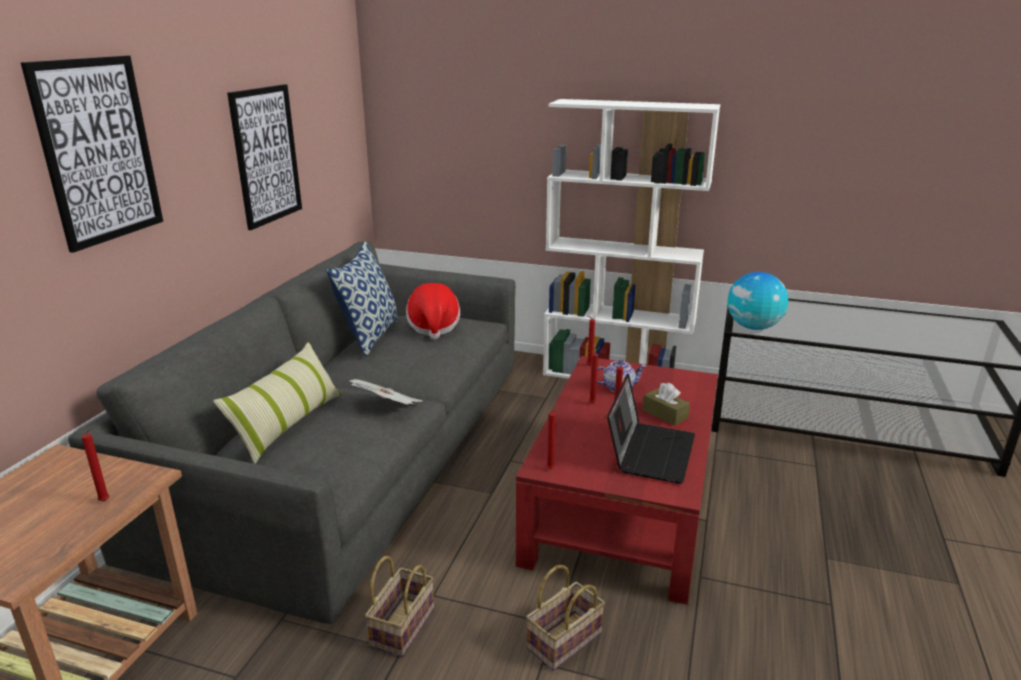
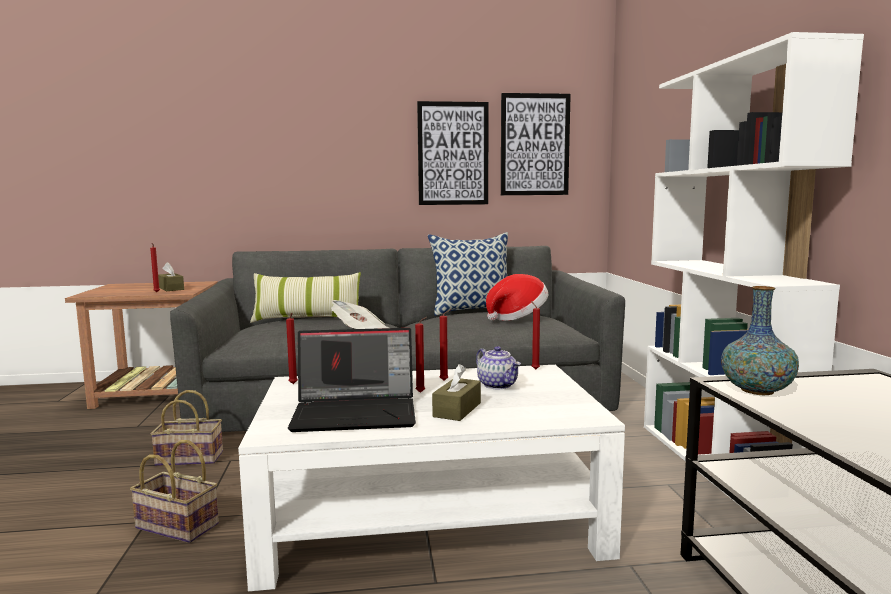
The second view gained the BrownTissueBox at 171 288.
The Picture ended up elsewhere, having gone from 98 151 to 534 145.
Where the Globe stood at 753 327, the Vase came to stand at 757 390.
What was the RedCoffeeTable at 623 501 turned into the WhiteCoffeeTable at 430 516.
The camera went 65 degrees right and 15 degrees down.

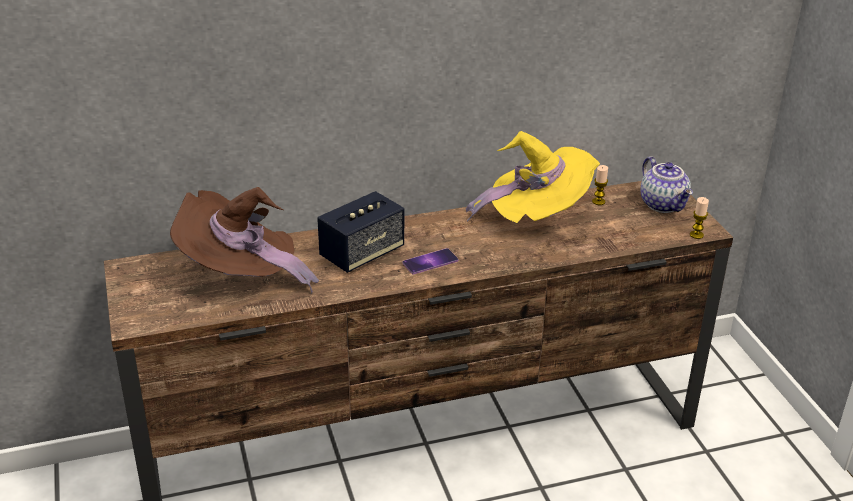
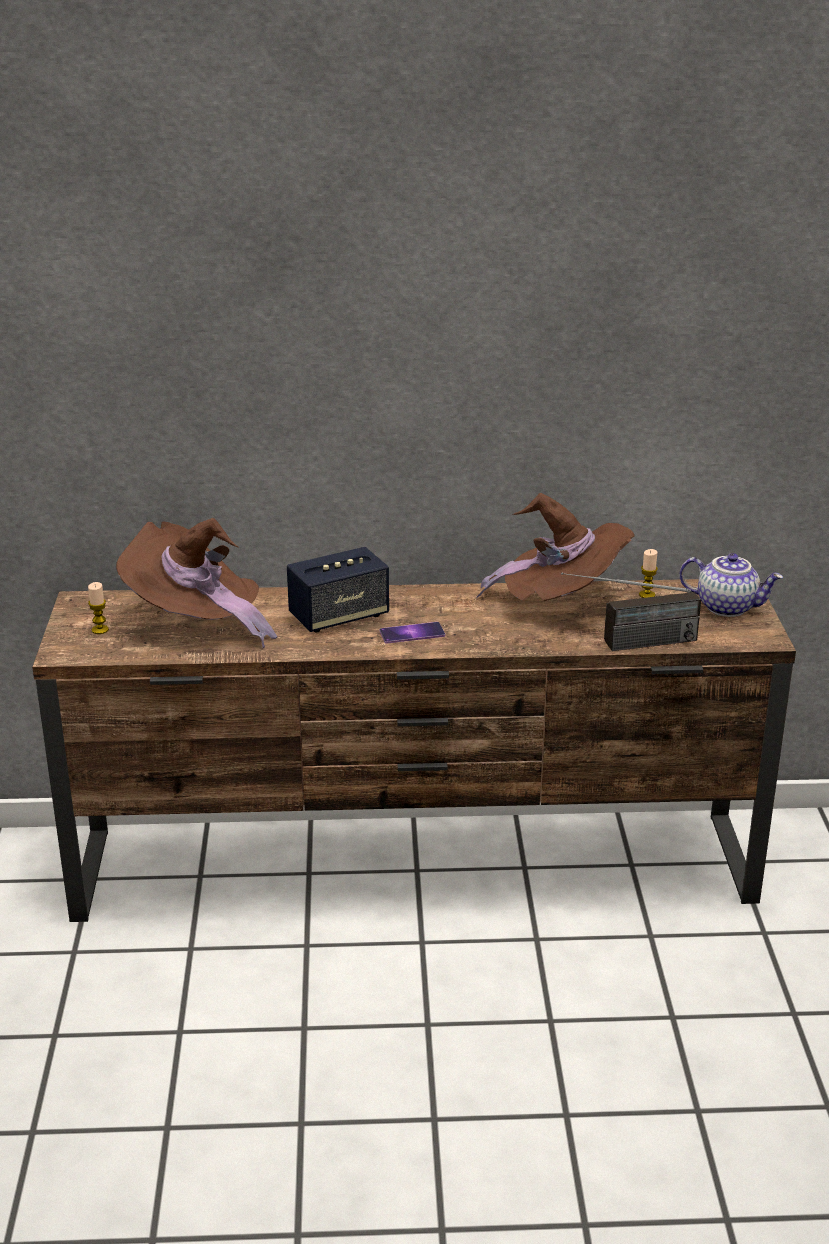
The second view gained the Radio at 628 644.
The Candle ended up elsewhere, having gone from 696 235 to 100 630.
What was the YellowHat at 537 217 turned into the BrownHat at 562 602.
The Teapot at 664 205 ended up facing another way, 60 degrees counterclockwise from before.
The camera went 15 degrees right and 5 degrees down.

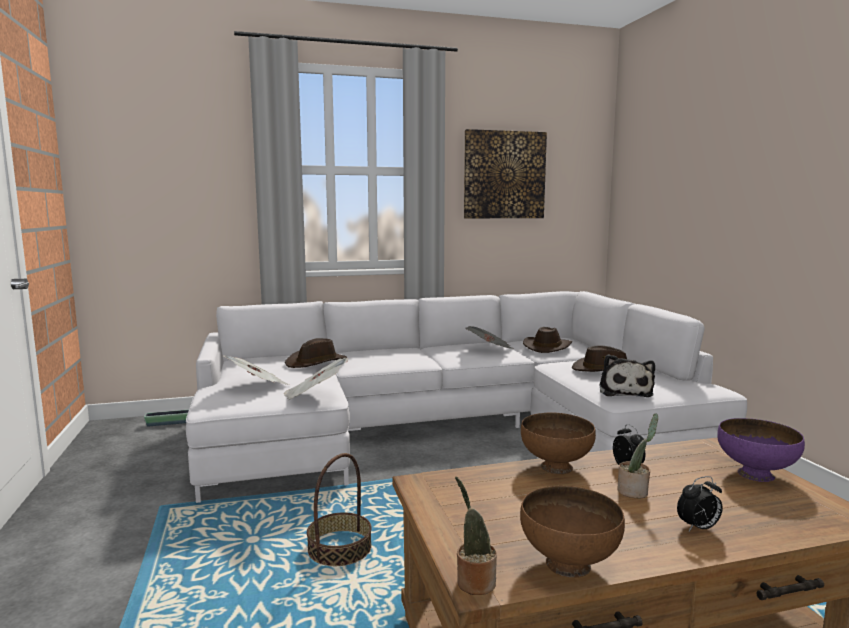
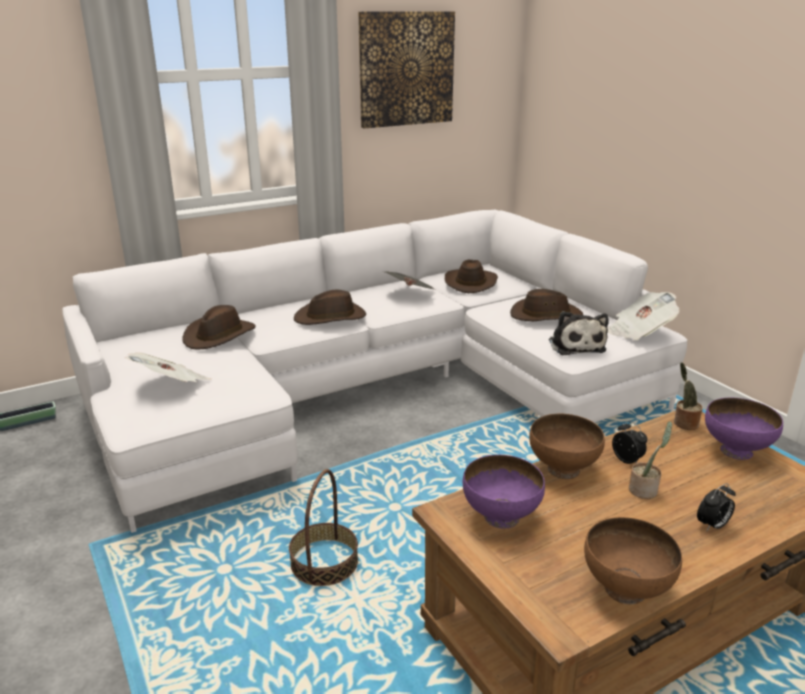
The second view gained the BrownHat at 330 317.
The second view gained the PurpleBowl at 500 517.
The Newspaper ended up elsewhere, having gone from 314 395 to 639 332.
The PottedPlant ended up elsewhere, having gone from 473 581 to 684 423.
The camera went 15 degrees left and 15 degrees up.

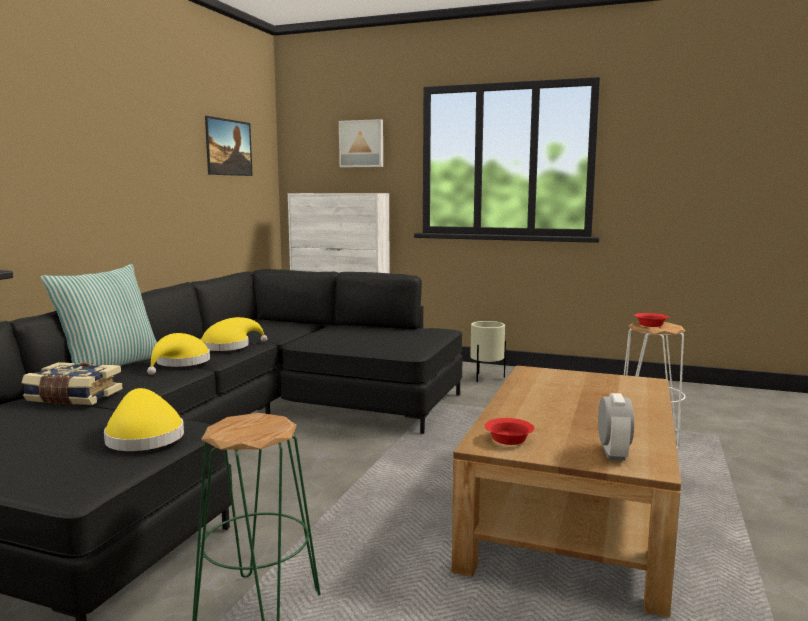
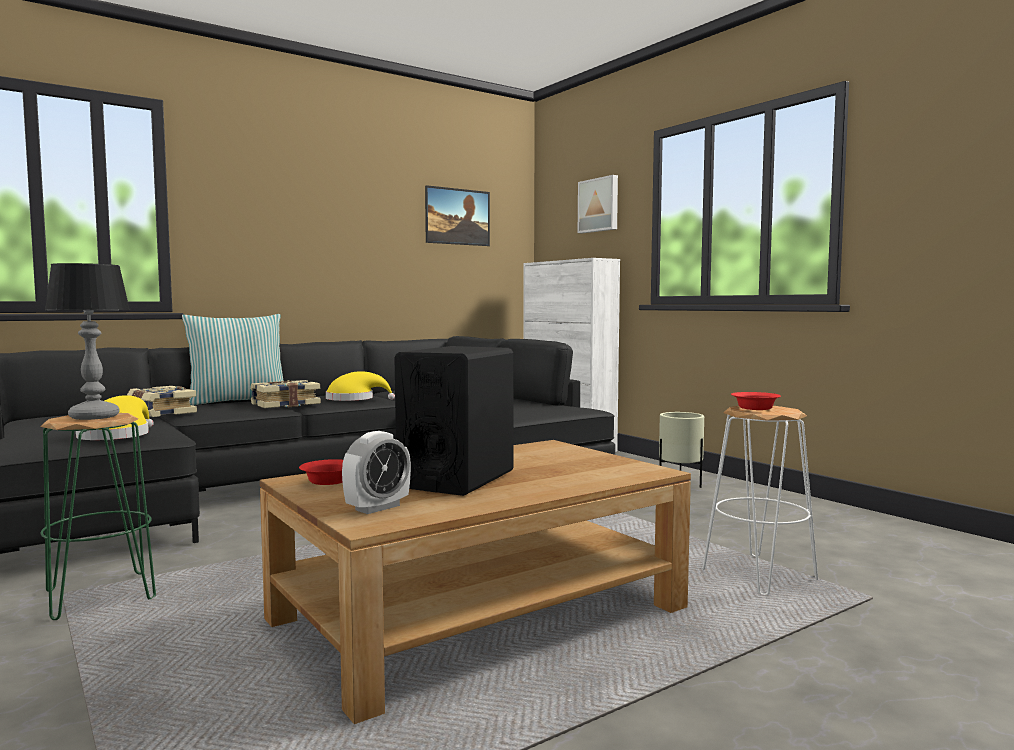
The second view gained the TableLamp at 93 417.
The second view gained the BlackSpeaker at 457 479.
Where the YellowHat stood at 180 363, the Book came to stand at 285 404.
The camera went 35 degrees right and 5 degrees down.

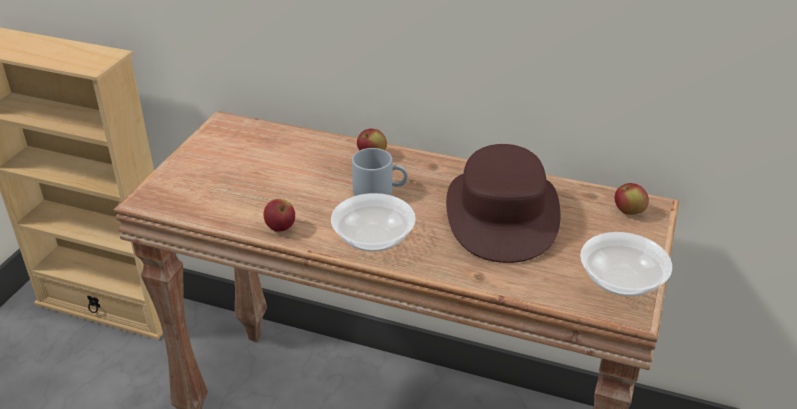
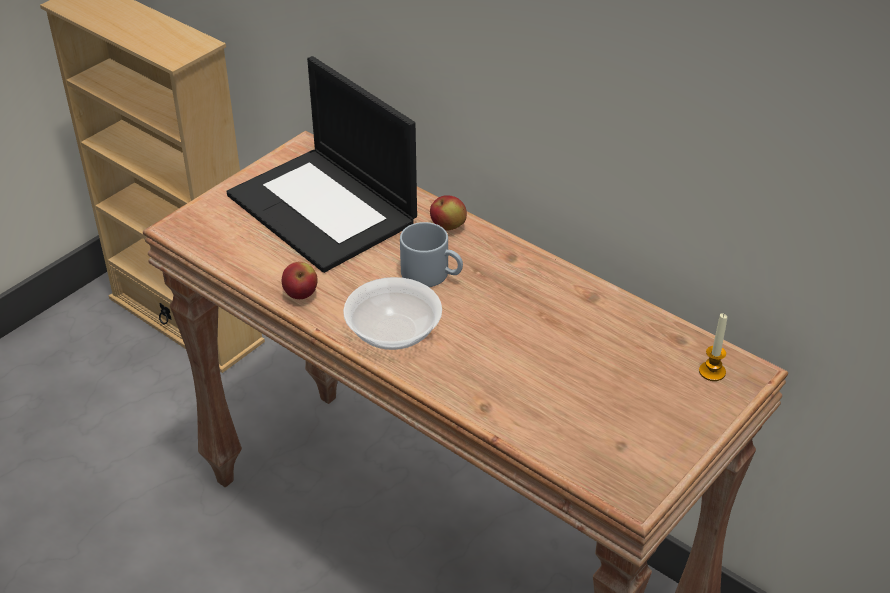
The second view lost the BrownHat at 501 214.
The second view lost the Bowl at 621 280.
The second view gained the Laptop at 324 209.
Where the Apple stood at 628 212, the Candle came to stand at 712 372.
The camera went 20 degrees right and 5 degrees up.

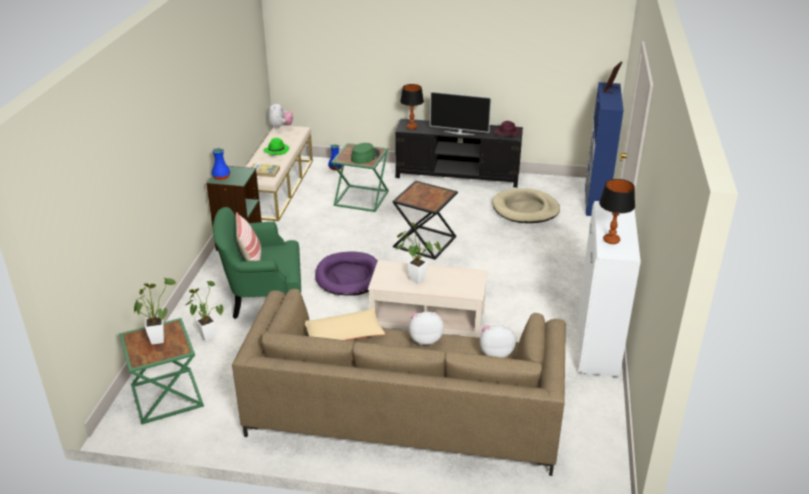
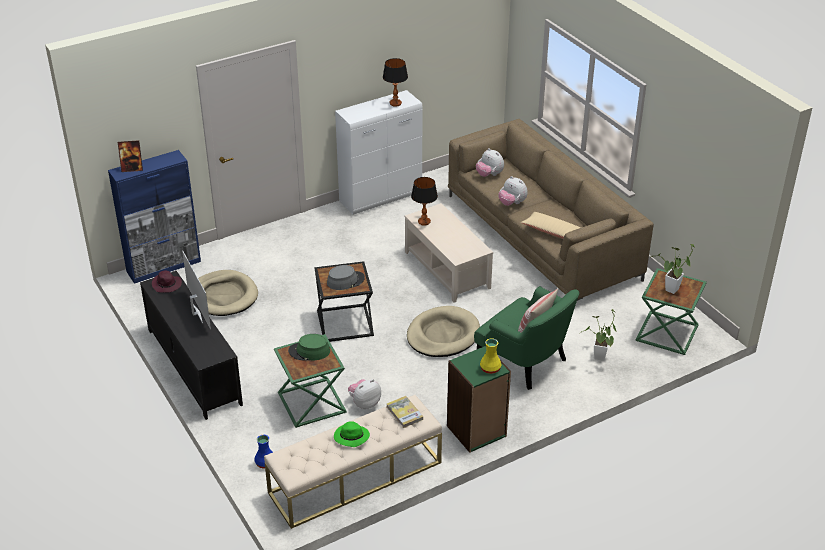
The second view lost the PottedPlant at 414 278.
The second view gained the GreyHat at 345 281.
The PlushToy ended up elsewhere, having gone from 280 127 to 364 403.
The TableLamp ended up elsewhere, having gone from 411 127 to 424 222.
What was the BlueVase at 221 177 turned into the YellowVase at 490 368.
What was the PurpleDogBed at 349 276 turned into the BeigeDogBed at 443 335.
The camera went 130 degrees left and 5 degrees up.

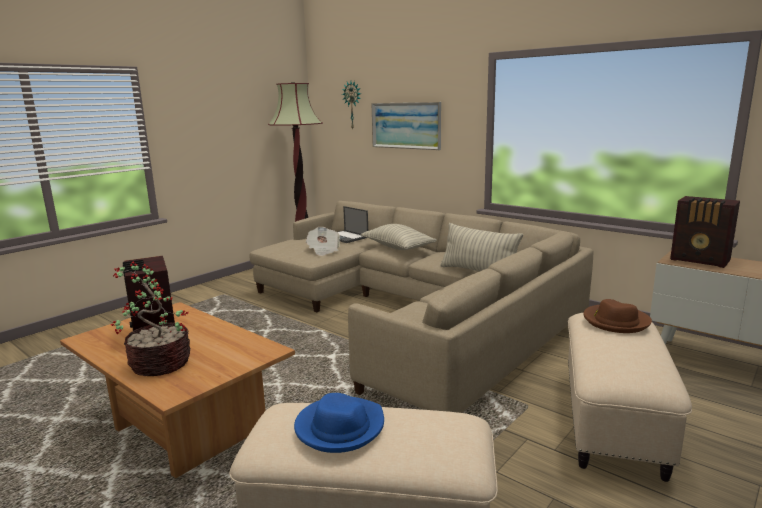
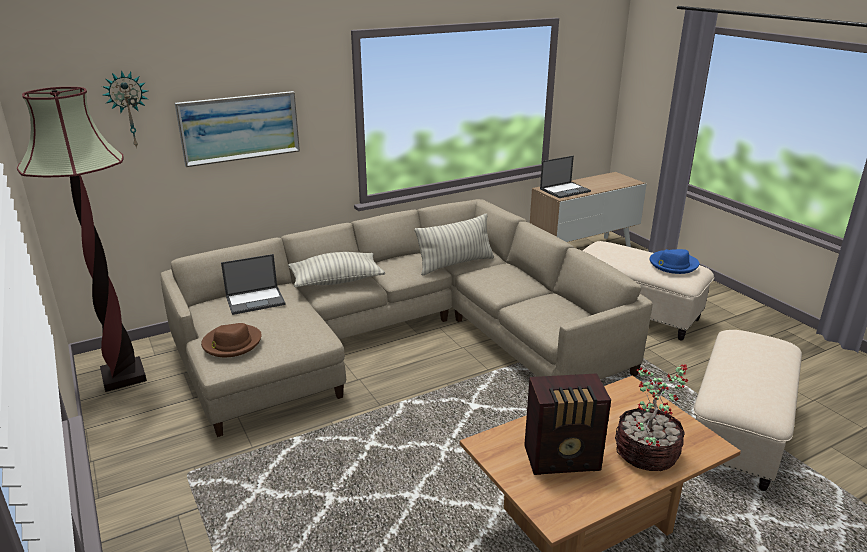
The second view lost the Newspaper at 323 250.
The BlueHat ended up elsewhere, having gone from 339 427 to 673 264.
The BrownHat ended up elsewhere, having gone from 615 321 to 231 343.
Where the Radio stood at 701 260, the Laptop came to stand at 565 190.
The camera went 70 degrees left and 10 degrees up.

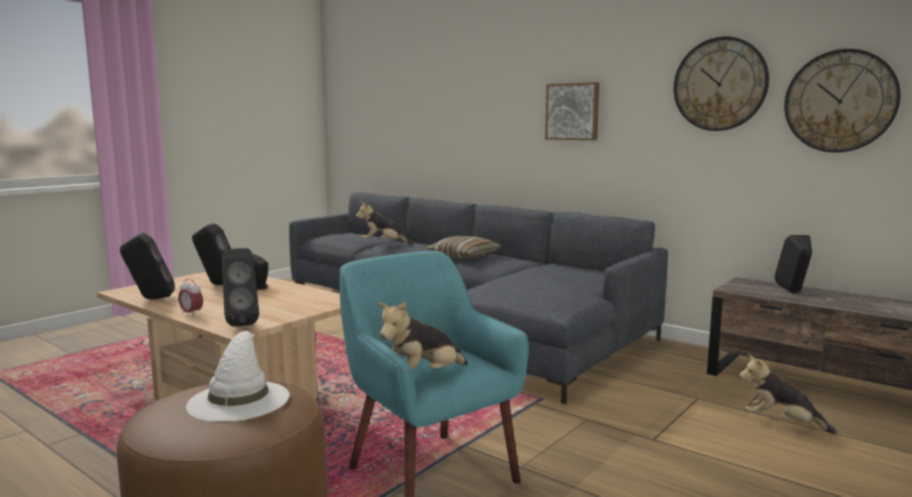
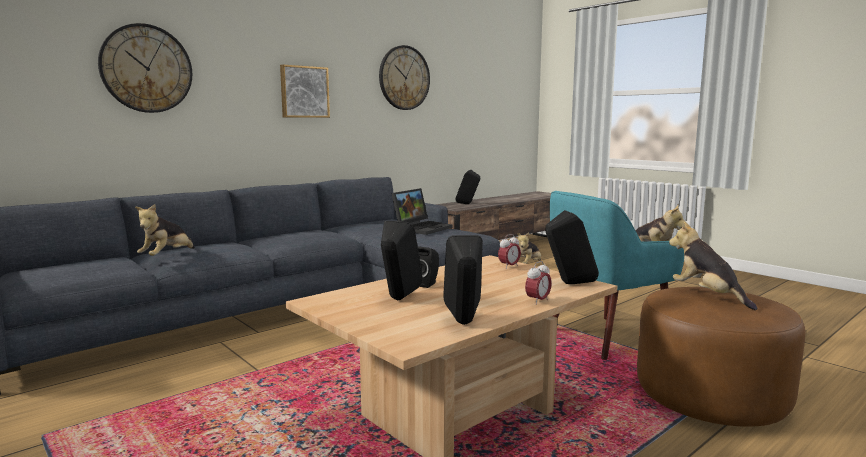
The second view lost the Pillow at 464 256.
The second view gained the Laptop at 422 228.
The second view gained the AlarmClock at 509 266.
The WallClock ended up elsewhere, having gone from 840 101 to 146 69.
Where the WhiteHat stood at 238 399, the PlushToy came to stand at 707 296.
The camera went 80 degrees left and 0 degrees up.

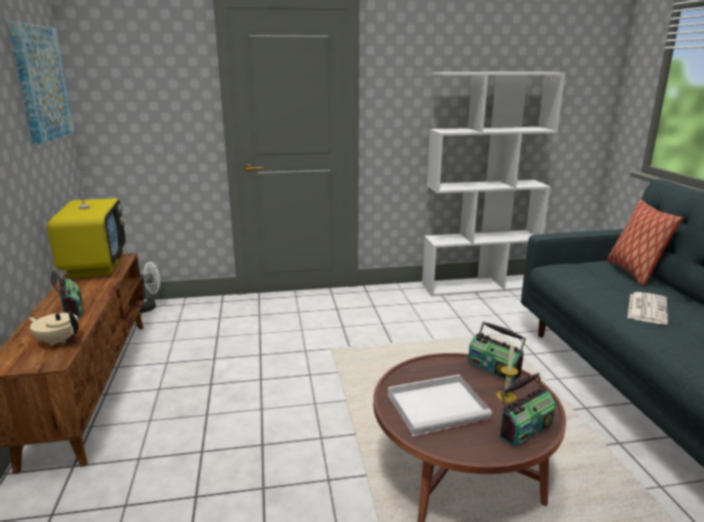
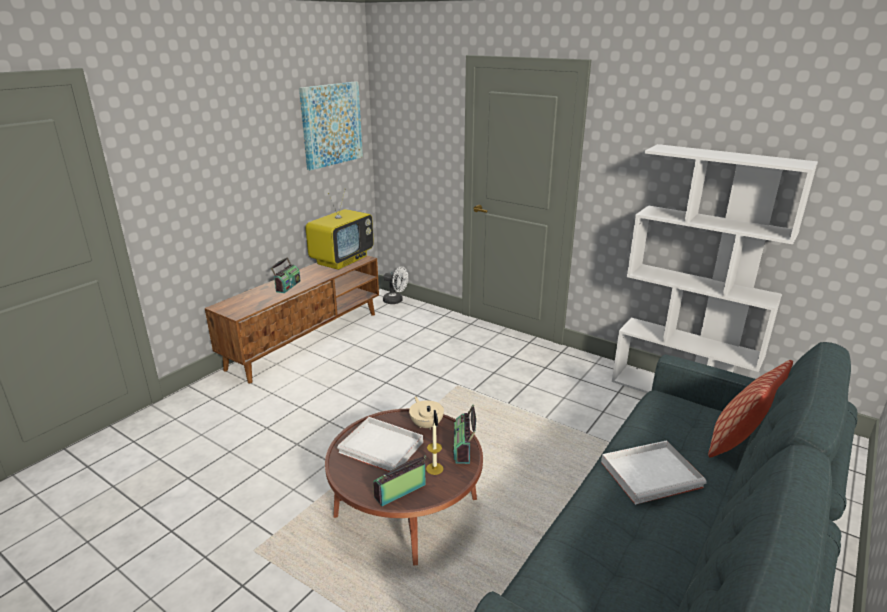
The BeigeTeapot ended up elsewhere, having gone from 58 341 to 426 424.
Where the Newspaper stood at 646 308, the WhiteTray came to stand at 652 474.
The Radio at 524 429 ended up facing another way, 135 degrees clockwise from before.
The camera went 45 degrees right and 5 degrees up.

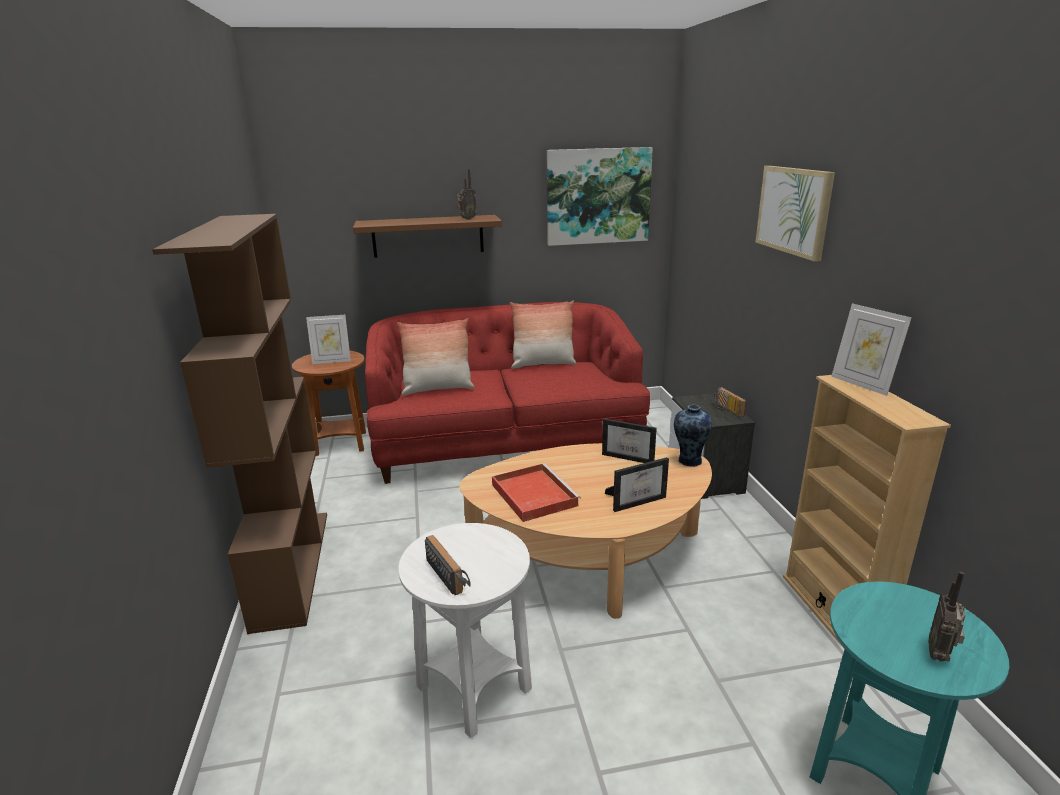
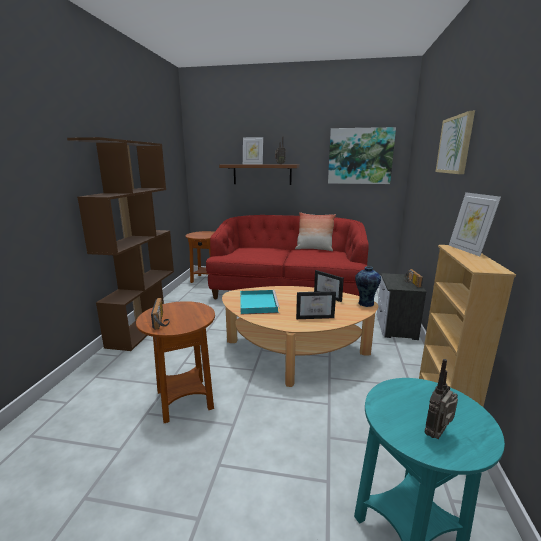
The second view lost the Pillow at 438 389.
The PictureFrame ended up elsewhere, having gone from 332 361 to 253 164.
What was the WhiteSideTable at 473 689 turned into the BrownSideTable at 184 400.
What was the RedTray at 533 494 turned into the TurquoiseTray at 258 303.
The camera went 20 degrees right and 5 degrees down.

